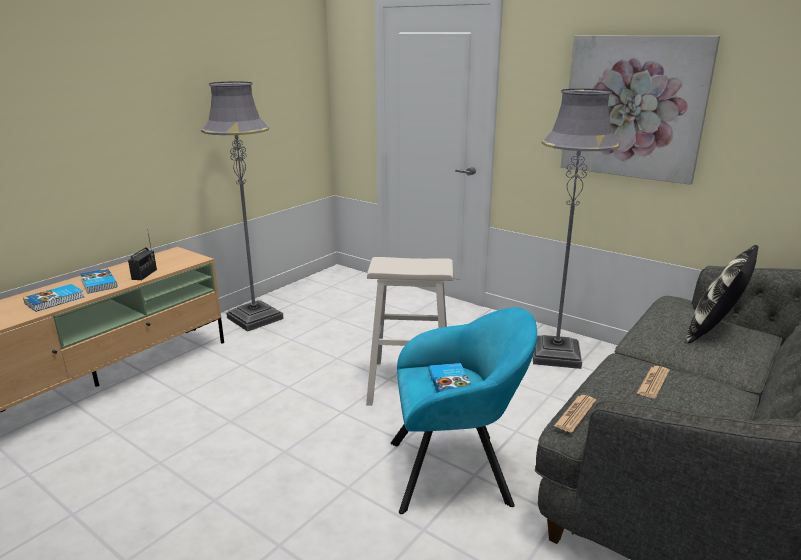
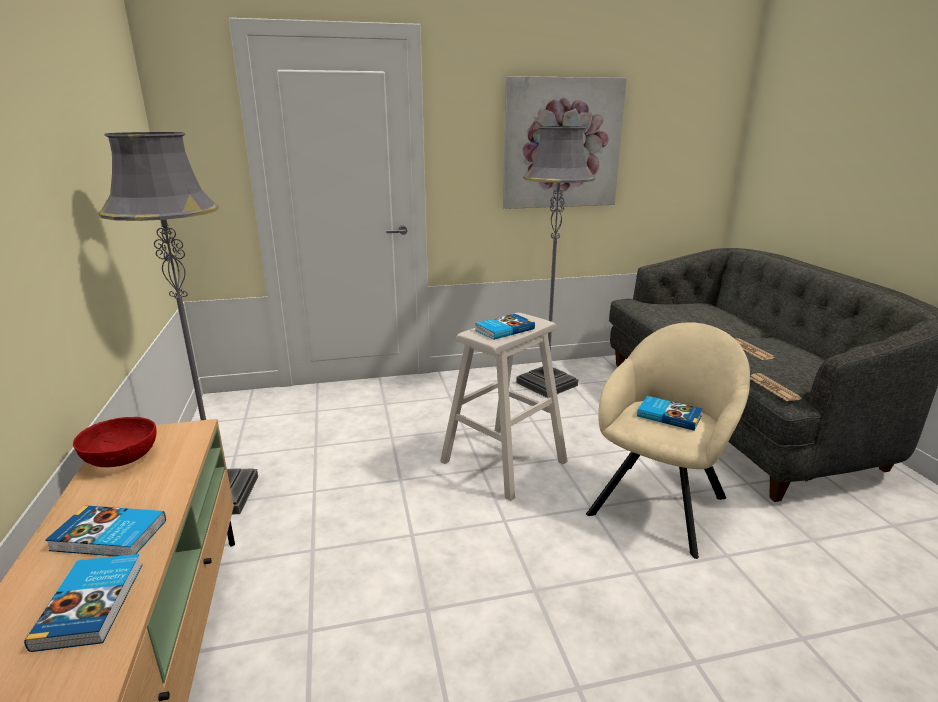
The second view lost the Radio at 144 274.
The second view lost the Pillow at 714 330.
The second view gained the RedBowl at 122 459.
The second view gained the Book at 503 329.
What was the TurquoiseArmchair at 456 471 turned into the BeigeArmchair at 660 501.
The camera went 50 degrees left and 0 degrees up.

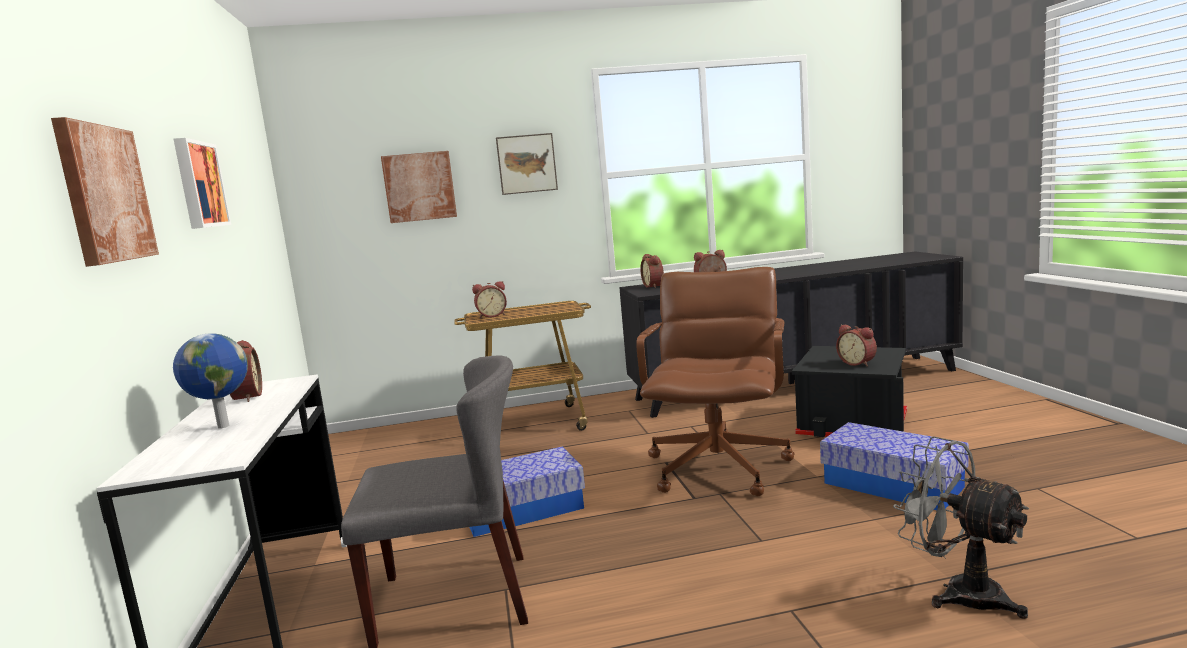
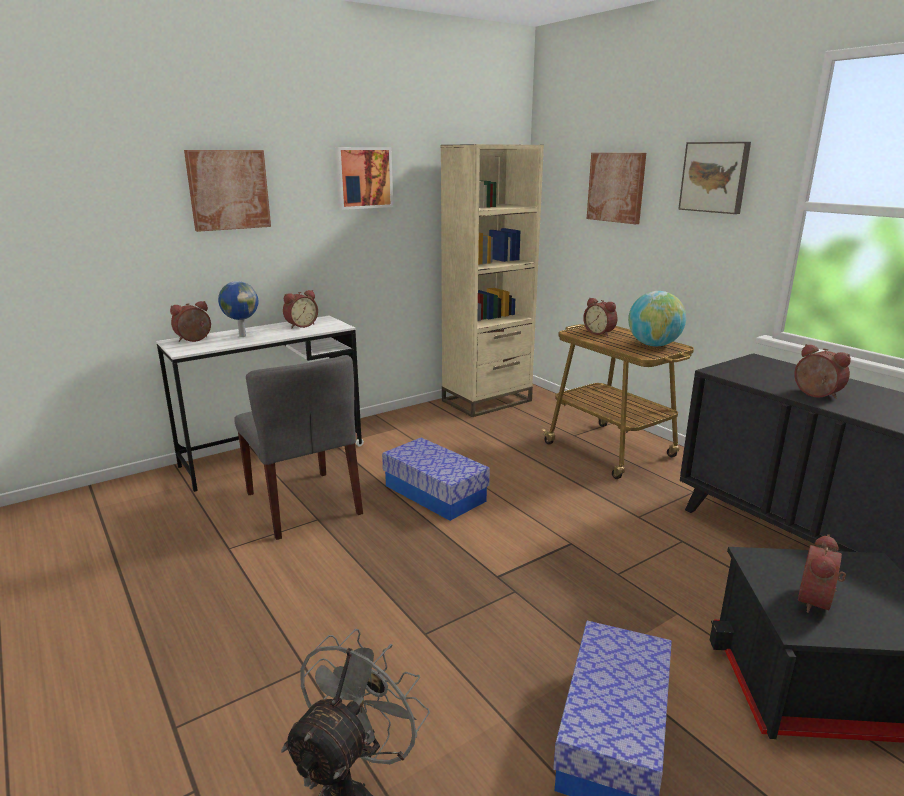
The second view lost the BrownOfficeChair at 719 467.
The second view gained the BeigeBookcase at 487 401.
The second view gained the Globe at 653 345.
The AlarmClock ended up elsewhere, having gone from 654 286 to 194 340.
The camera went 65 degrees right and 10 degrees up.

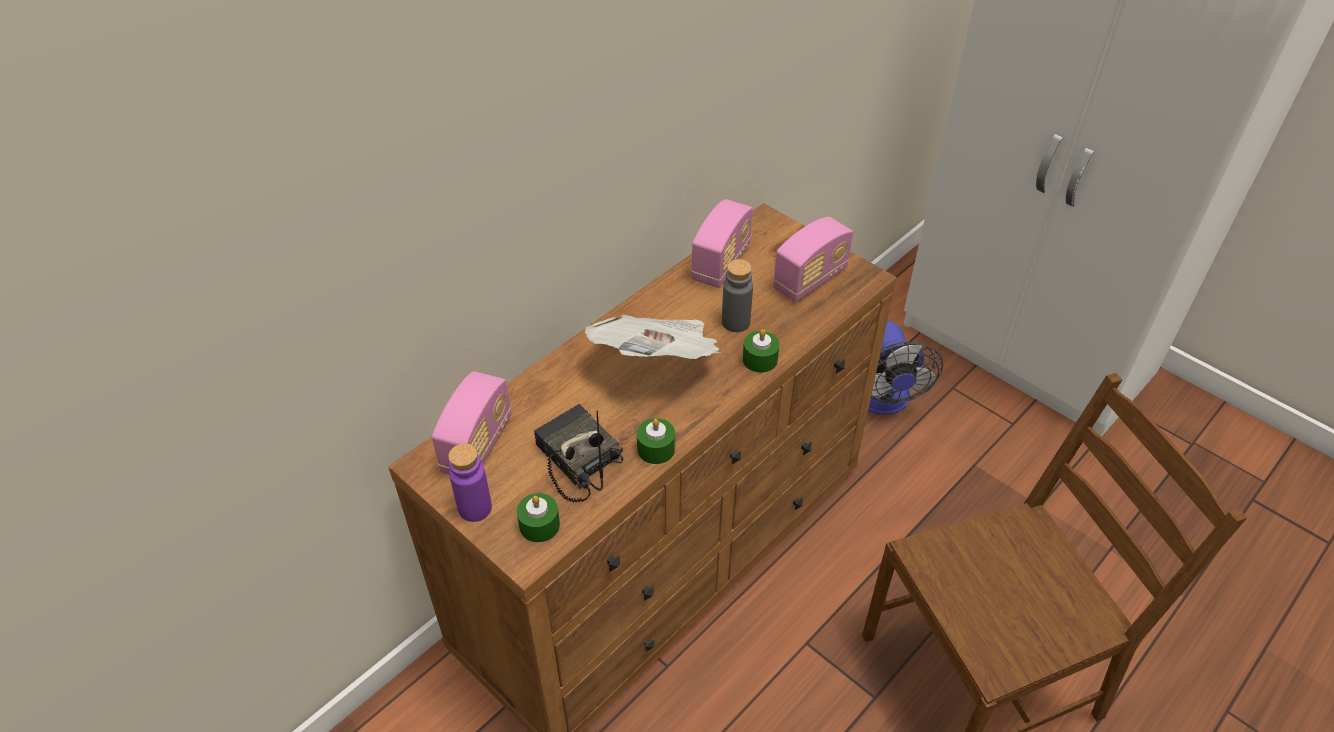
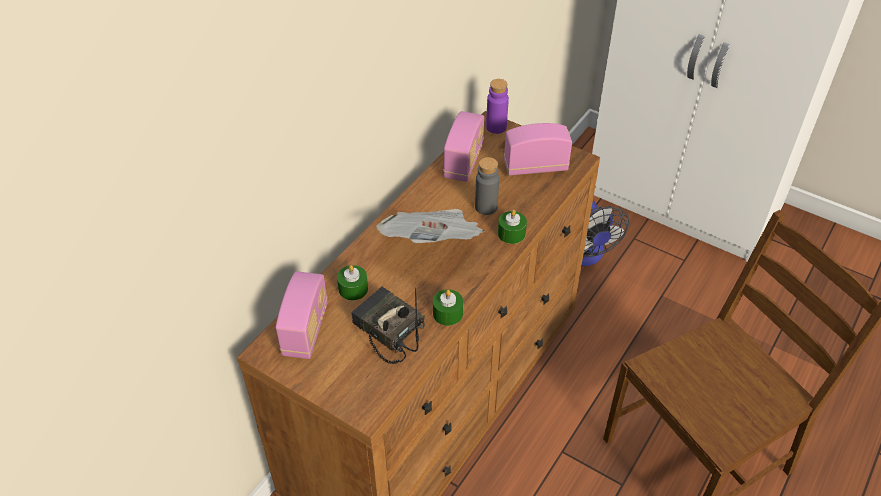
The PurpleBottle ended up elsewhere, having gone from 475 508 to 496 127.
The GreenCandle ended up elsewhere, having gone from 539 525 to 353 289.
The Radio at 810 280 ended up facing another way, 135 degrees counterclockwise from before.
The camera went 10 degrees left and 0 degrees up.

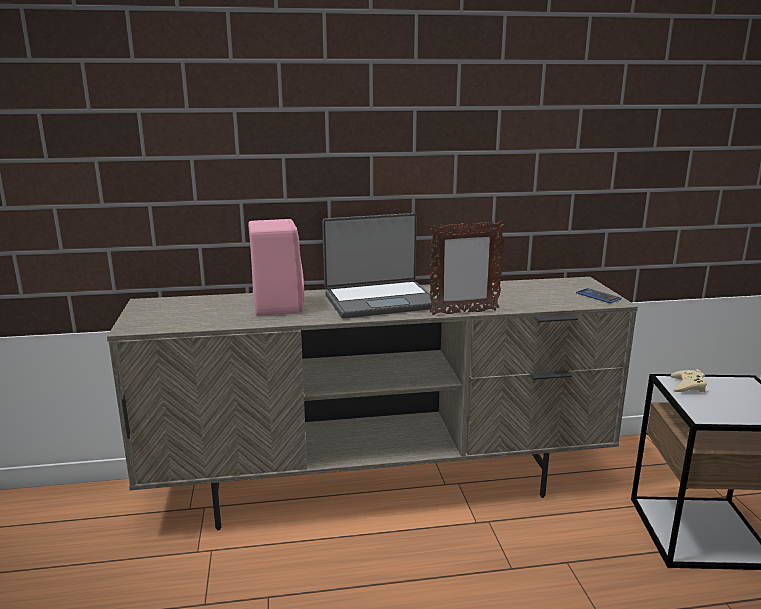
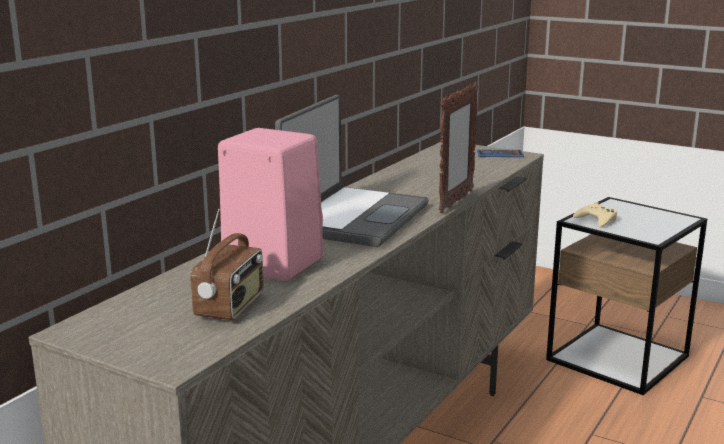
The second view gained the Radio at 231 307.
The camera went 50 degrees left and 0 degrees up.

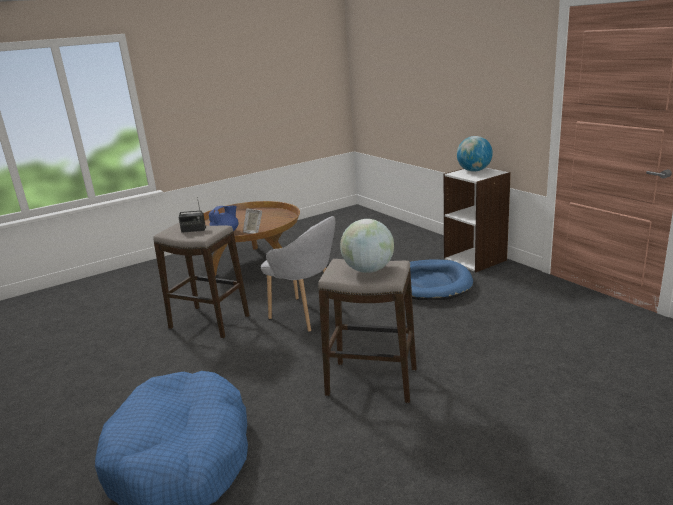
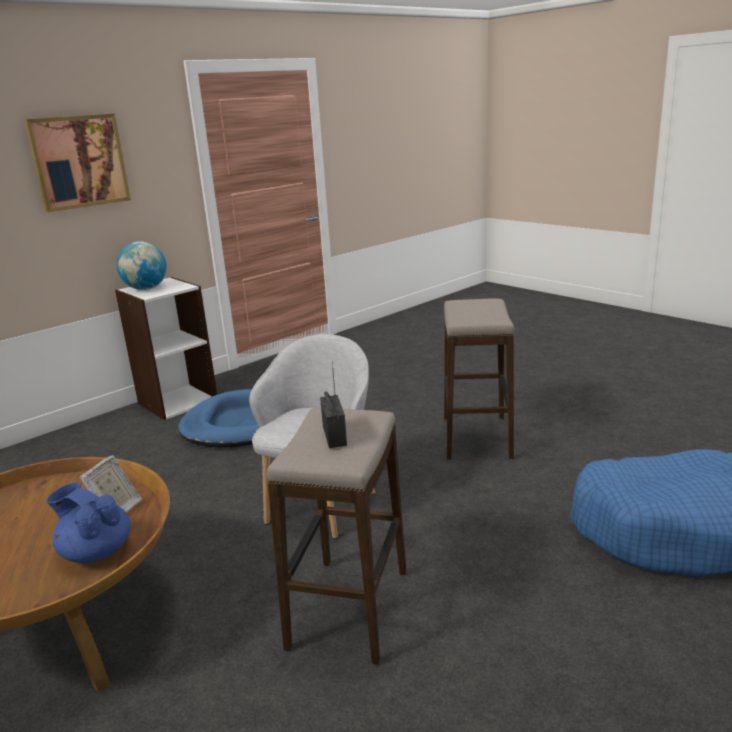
The second view lost the Globe at 368 270.
The second view gained the Picture at 79 162.
The camera went 100 degrees left and 0 degrees up.

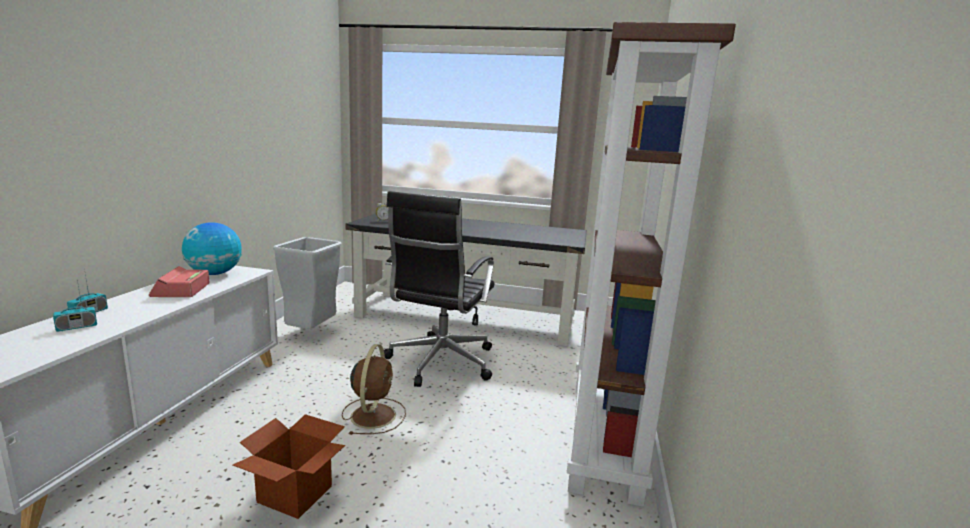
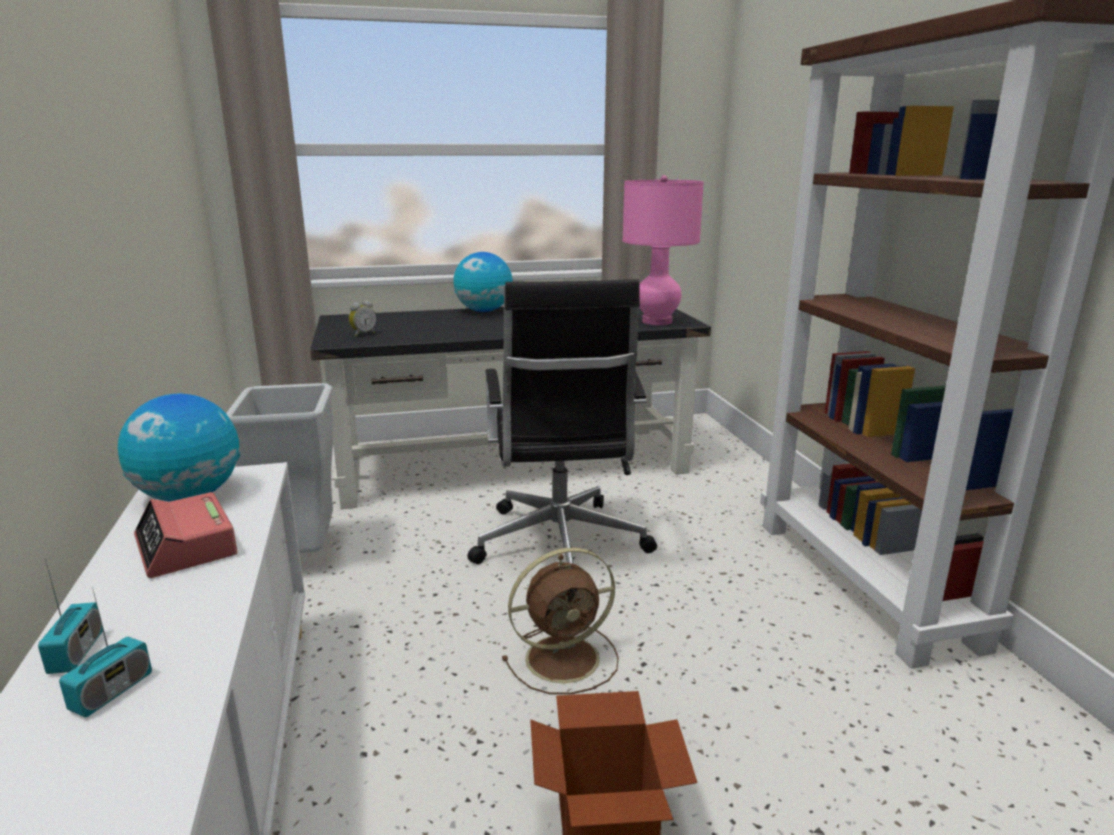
The second view gained the Globe at 484 311.
The second view gained the PinkTableLamp at 657 322.
The BrownFan at 374 414 ended up facing another way, 90 degrees clockwise from before.
The camera went 25 degrees left and 5 degrees up.

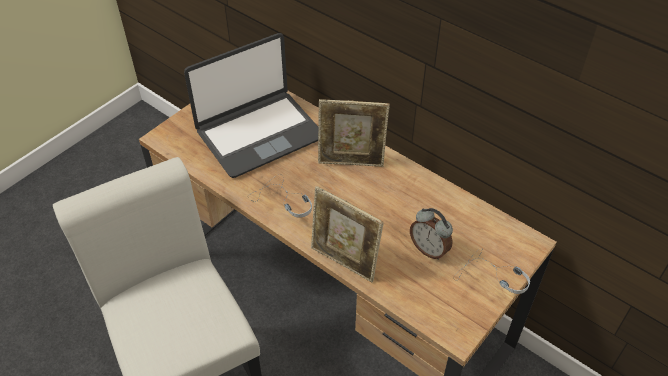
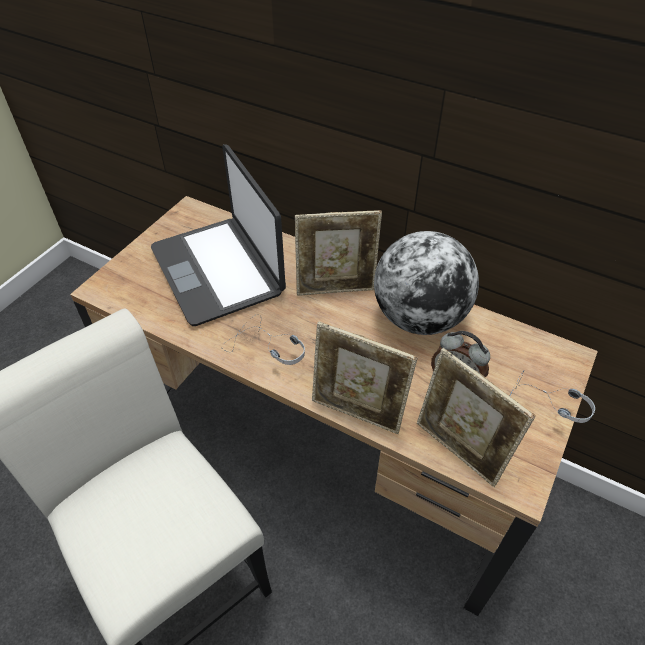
The second view gained the Globe at 419 318.
The second view gained the PictureFrame at 458 451.
The Laptop at 259 134 ended up facing another way, 105 degrees clockwise from before.
The camera went 10 degrees left and 0 degrees up.

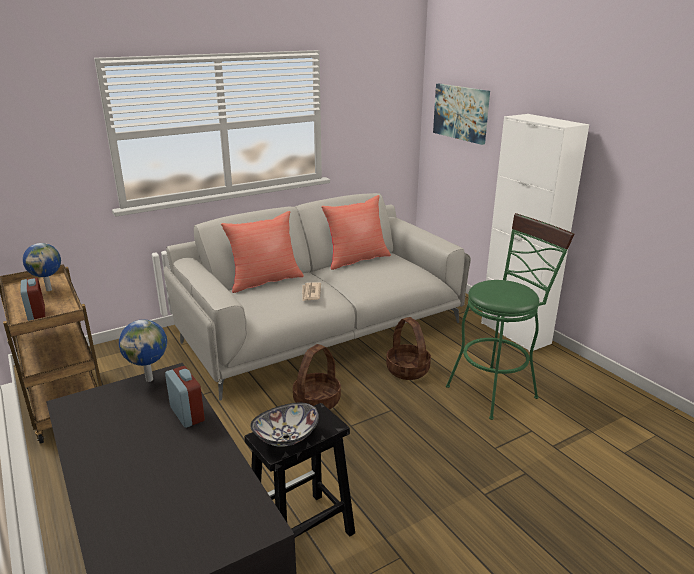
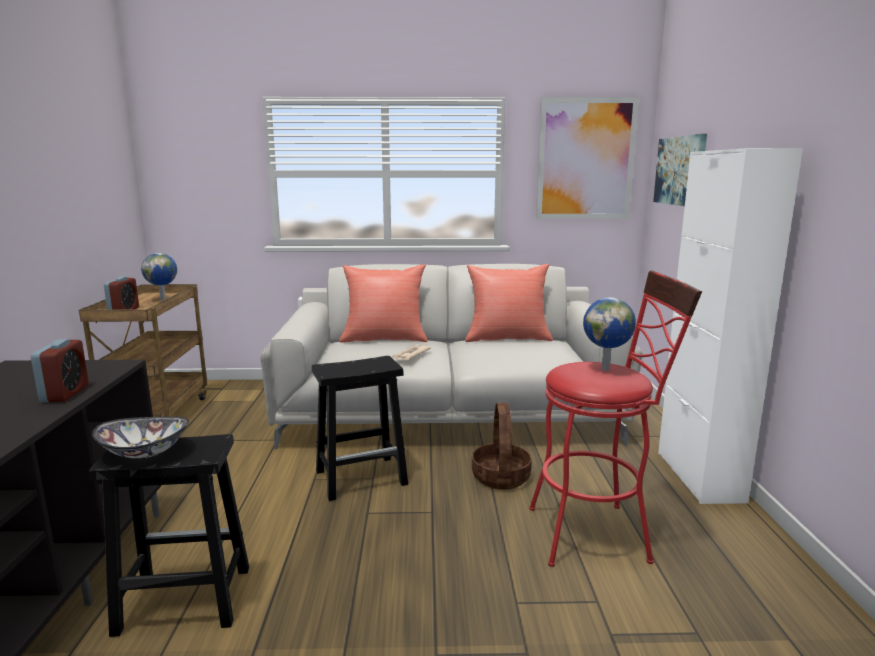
The second view gained the Picture at 585 159.
The Globe ended up elsewhere, having gone from 150 379 to 606 369.
Where the Basket stood at 317 400, the BlackStool came to stand at 362 477.
What was the GreenStool at 496 389 turned into the RedStool at 598 533.
The camera went 30 degrees right and 10 degrees down.

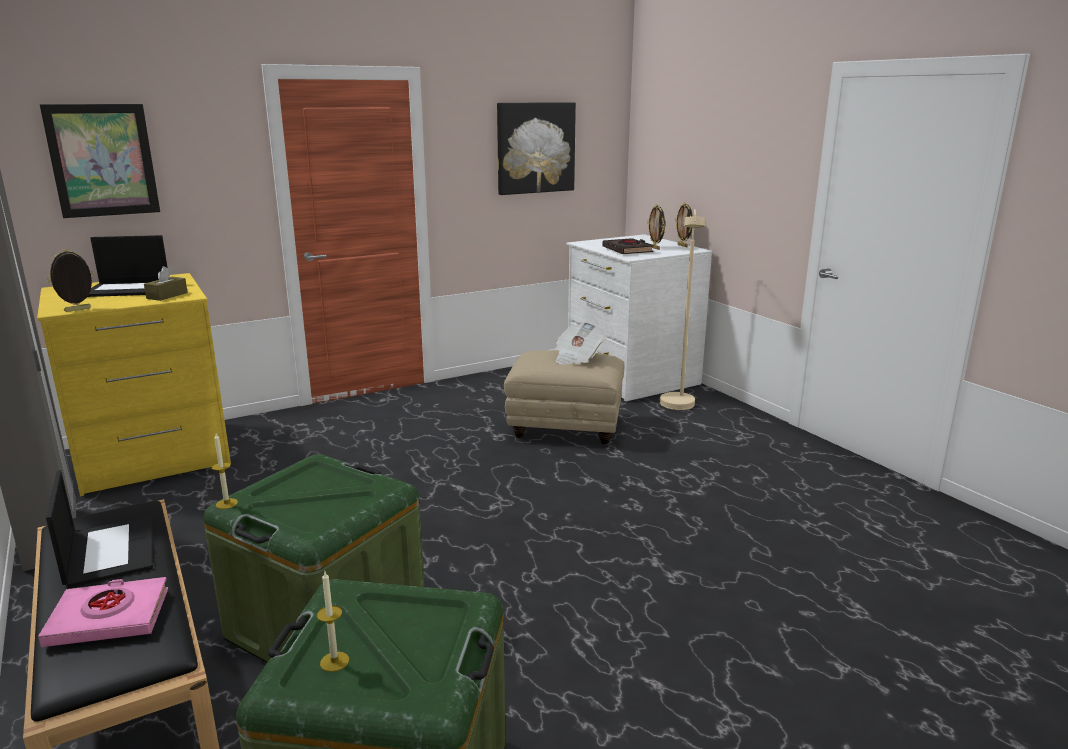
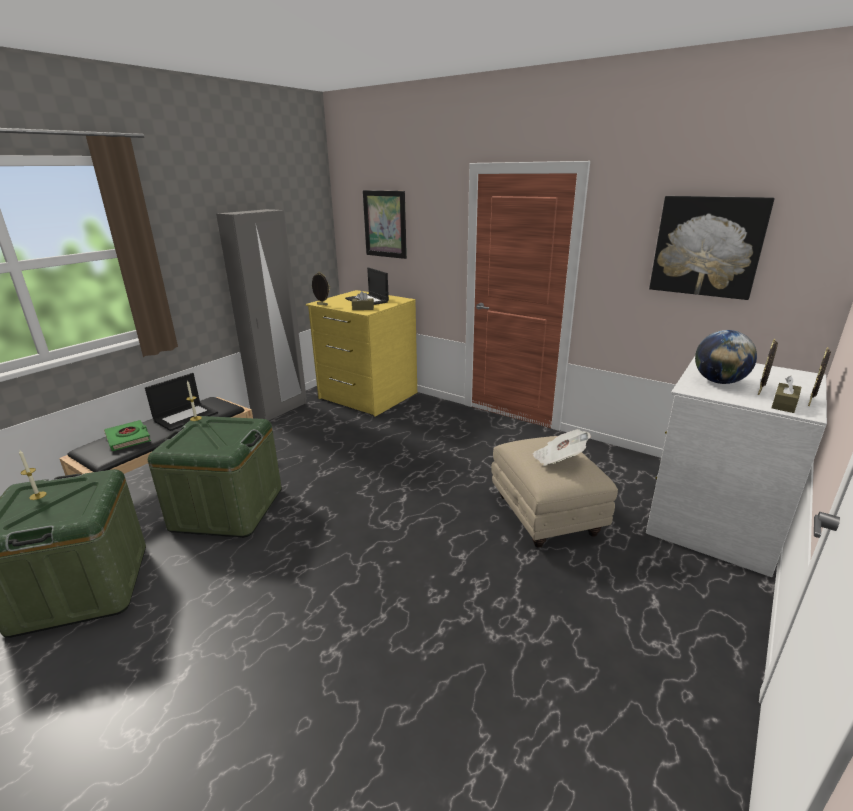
The second view lost the BeigeFloorLamp at 678 407.
The second view gained the BrownTissueBox at 784 404.
Where the BlackBook stood at 627 250, the Globe came to stand at 719 382.
What was the PinkBook at 109 618 turned into the GreenBook at 128 438.
The camera went 65 degrees right and 5 degrees up.

